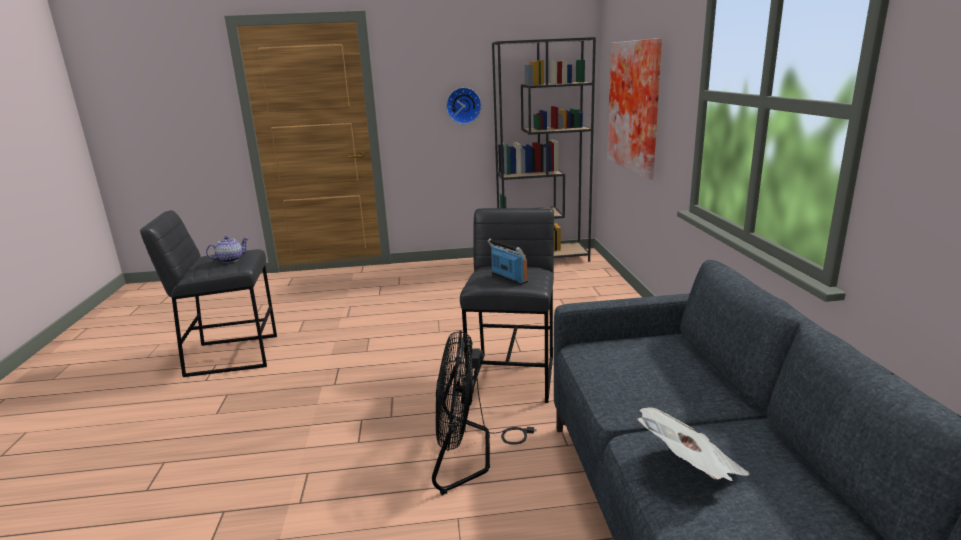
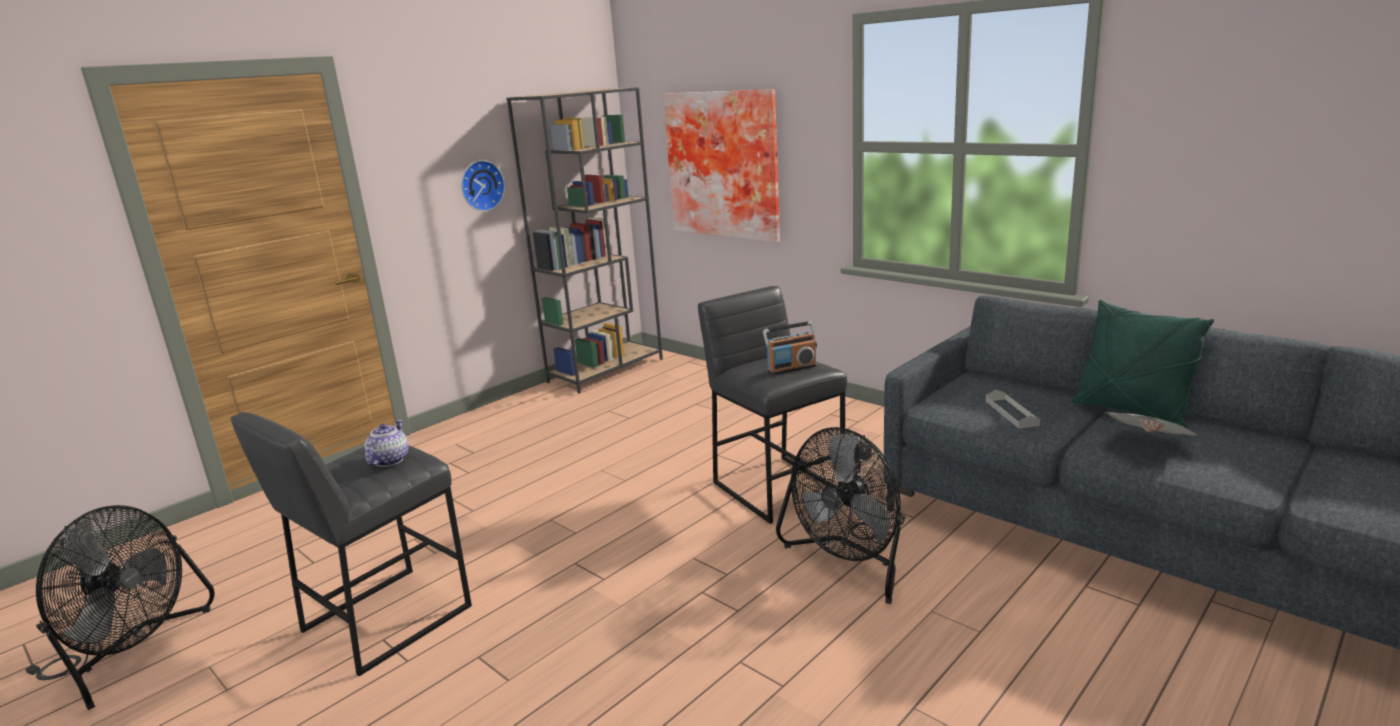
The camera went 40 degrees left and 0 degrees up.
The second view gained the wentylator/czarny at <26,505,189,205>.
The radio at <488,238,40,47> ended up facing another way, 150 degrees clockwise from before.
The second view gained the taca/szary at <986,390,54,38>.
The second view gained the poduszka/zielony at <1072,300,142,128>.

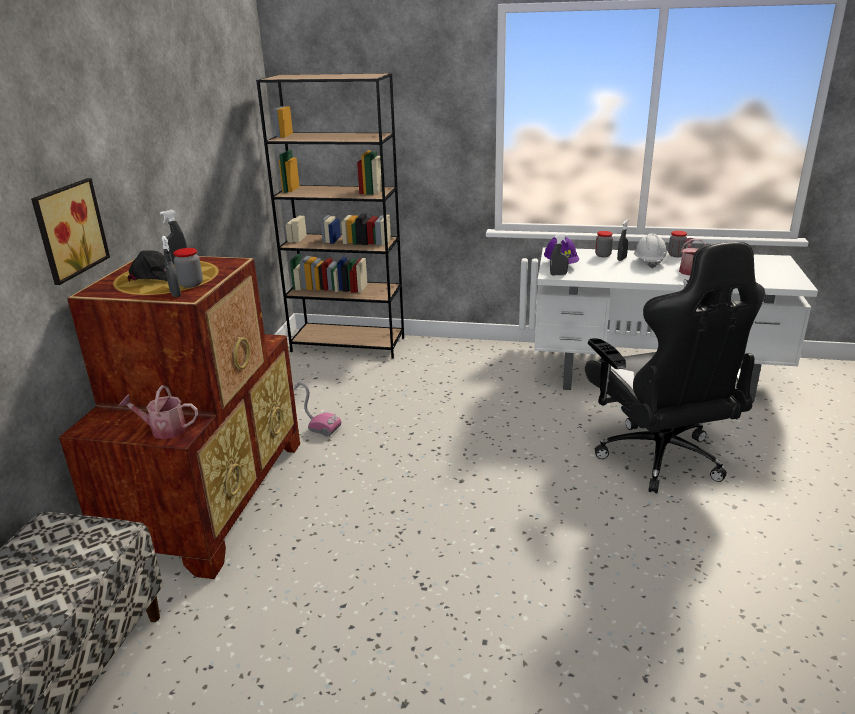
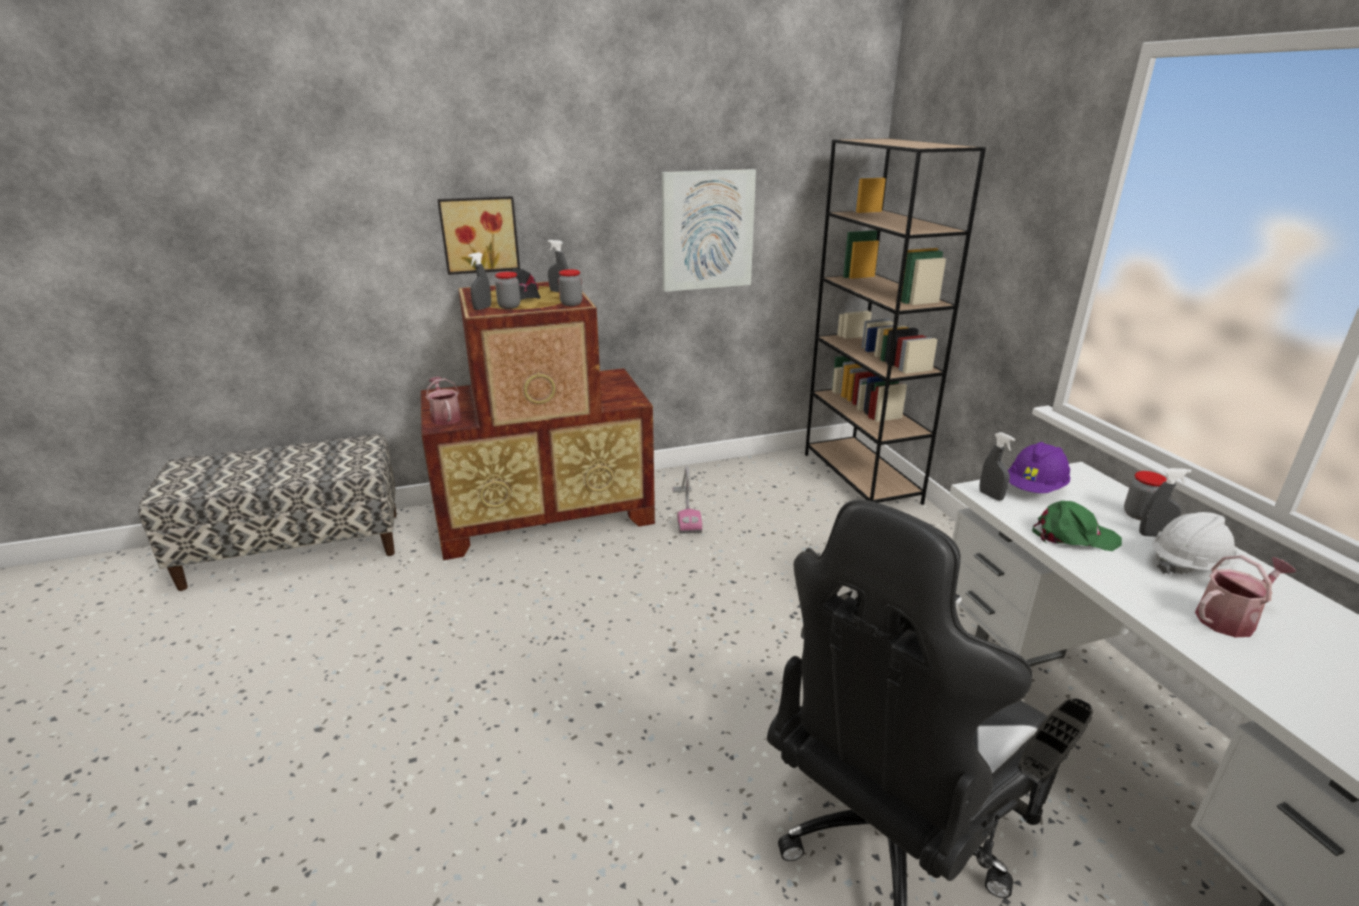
The camera went 60 degrees right and 0 degrees up.
The słoik ended up elsewhere, having gone from <668,231,19,26> to <558,269,24,37>.
The second view gained the obraz at <662,169,94,123>.
The second view gained the czapka z daszkiem/zielony at <1032,501,90,50>.

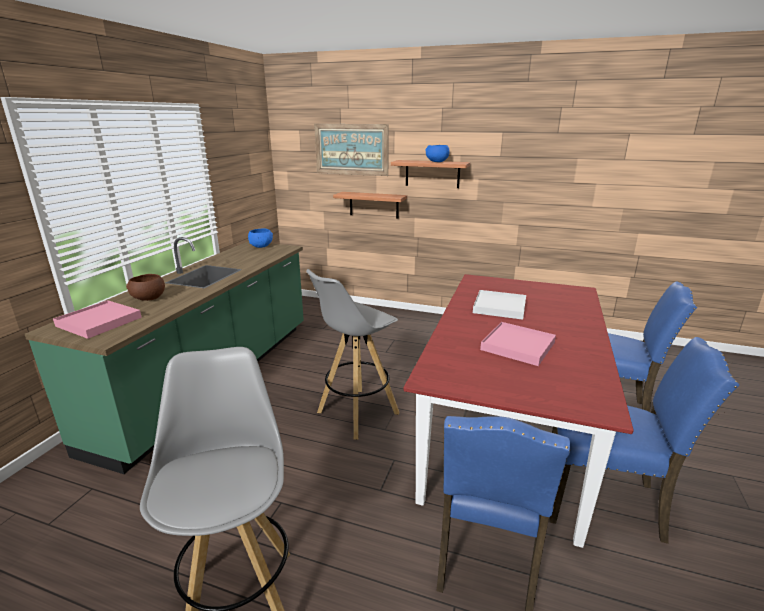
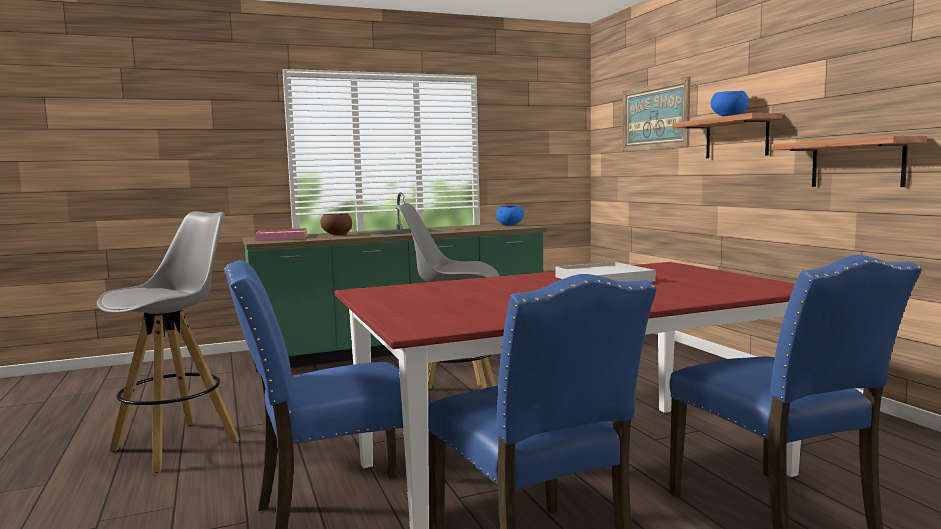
The camera went 50 degrees right and 15 degrees down.
The półka ended up elsewhere, having gone from <333,192,74,27> to <771,136,156,51>.
The second view lost the taca/różowy at <480,322,76,44>.

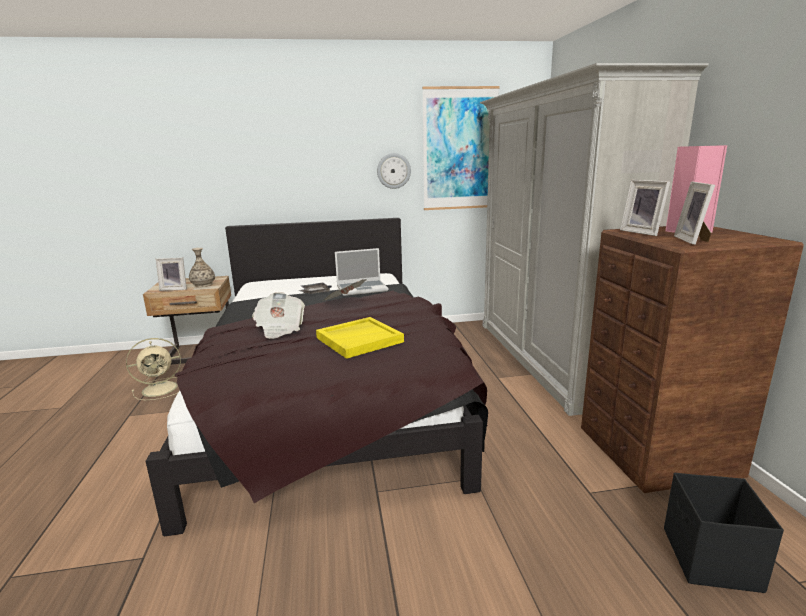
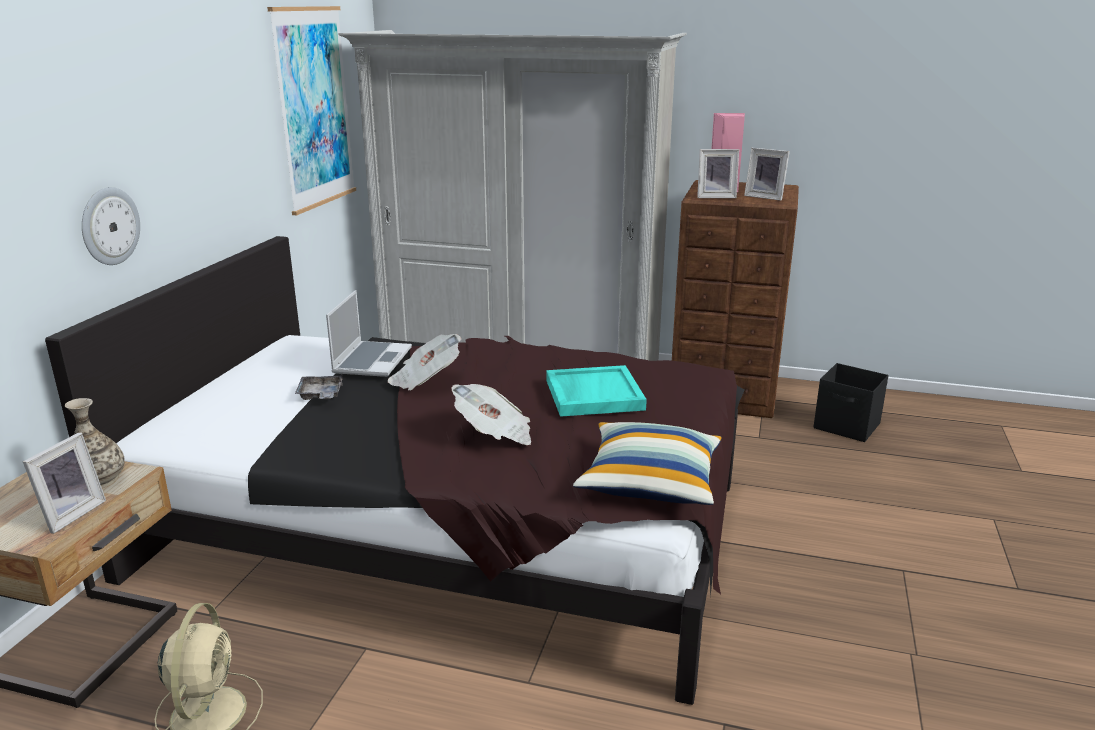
The camera went 65 degrees left and 5 degrees up.
The zegar ścienny ended up elsewhere, having gone from <377,153,34,36> to <82,187,58,78>.
What was the taca/żółty at <316,317,88,42> turned into the taca/turkusowy at <546,365,101,52>.
The second view gained the poduszka at <573,422,149,83>.

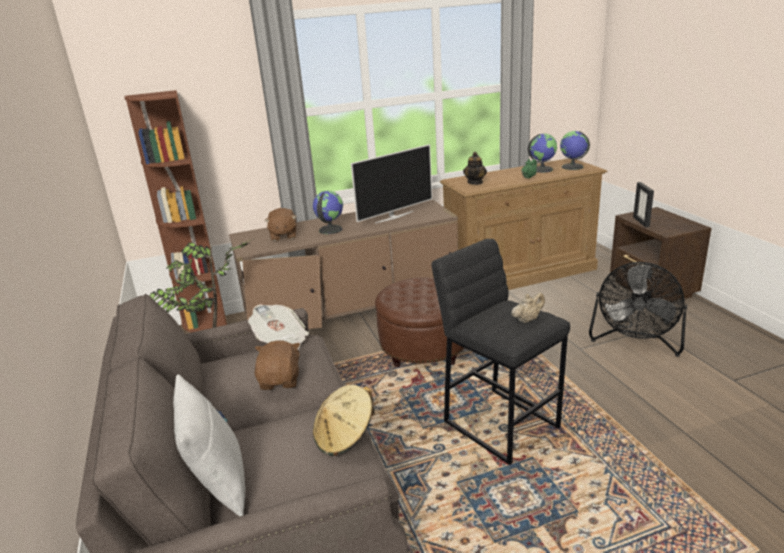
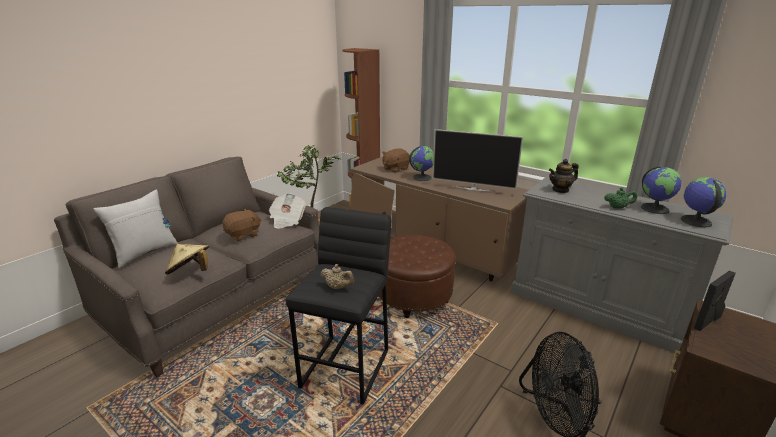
The camera went 55 degrees right and 0 degrees up.
What was the szafka/brązowy at <440,158,167,132> turned into the szafka/szary at <511,177,222,176>.

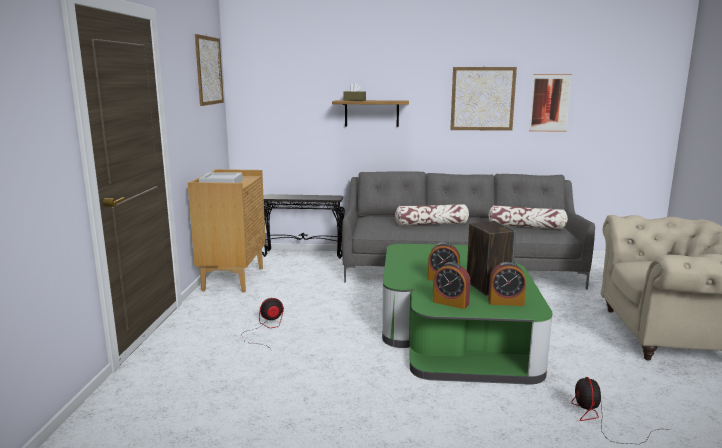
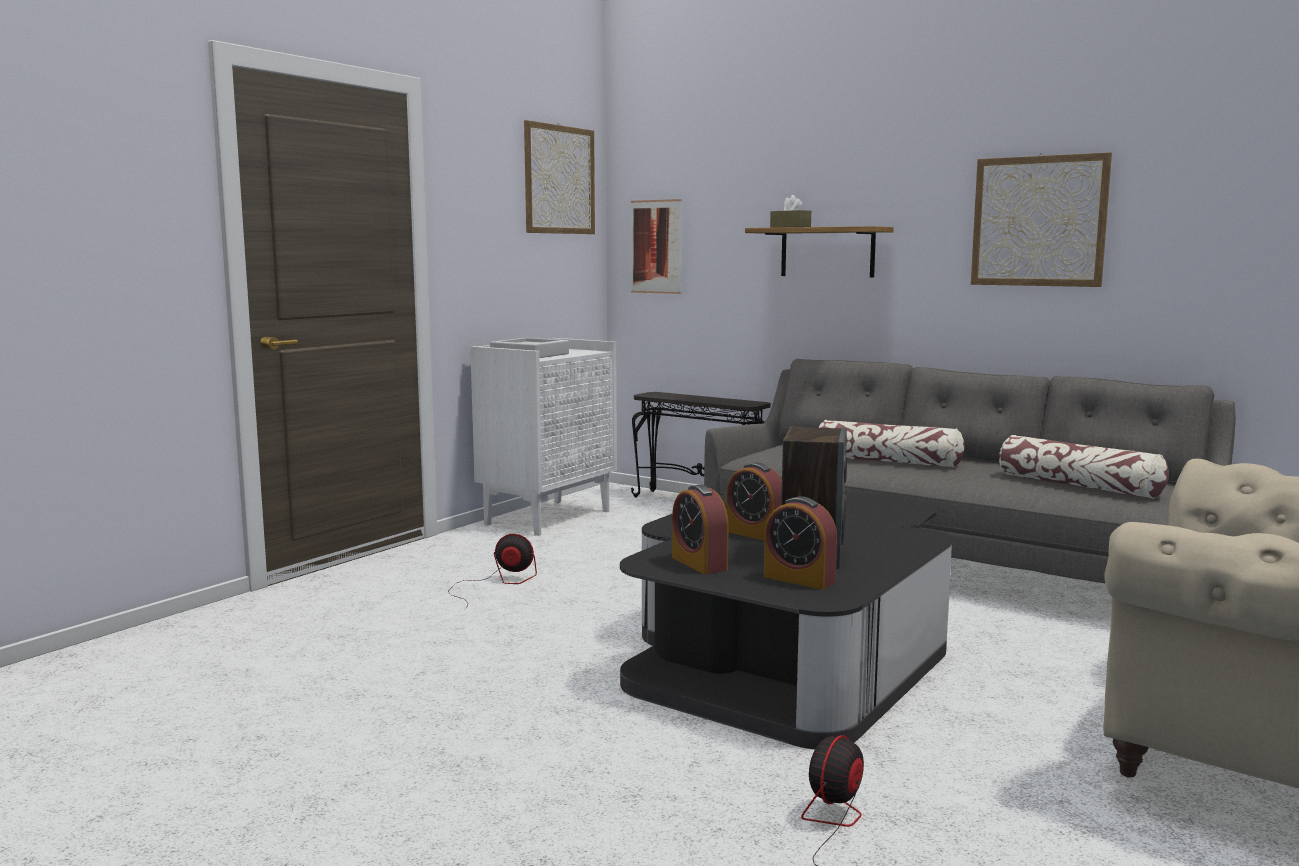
The camera went 30 degrees right and 5 degrees down.
What was the szafka/brązowy at <188,169,78,123> turned into the szafka/biały at <470,338,147,198>.
What was the ława/zielony at <382,244,170,141> turned into the ława/czarny at <620,491,332,258>.
The obraz ended up elsewhere, having gone from <529,74,43,58> to <631,199,51,95>.

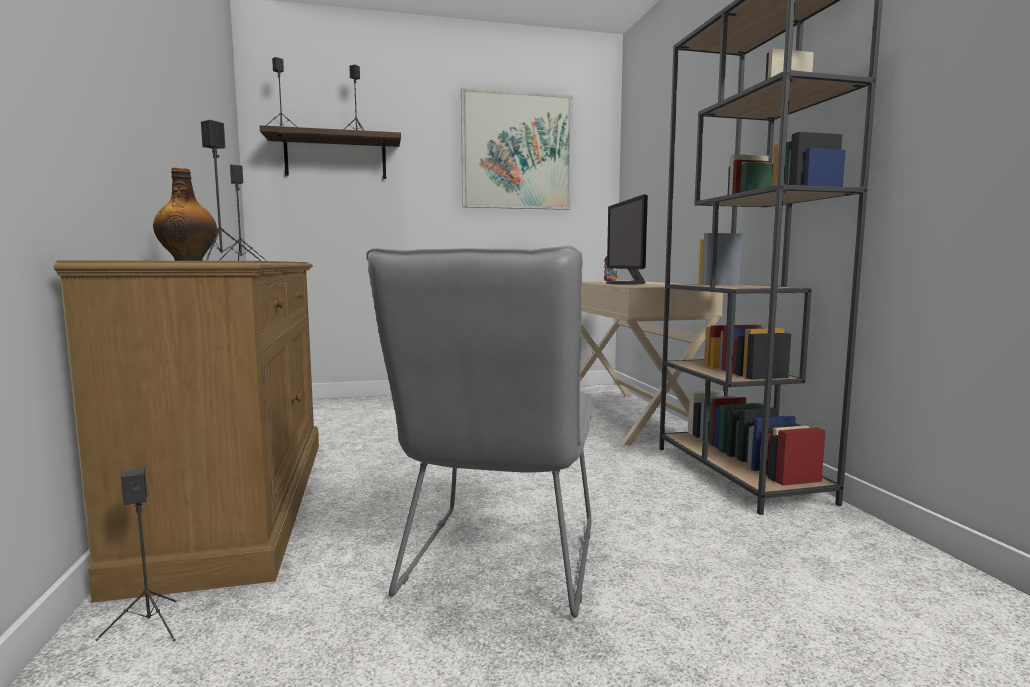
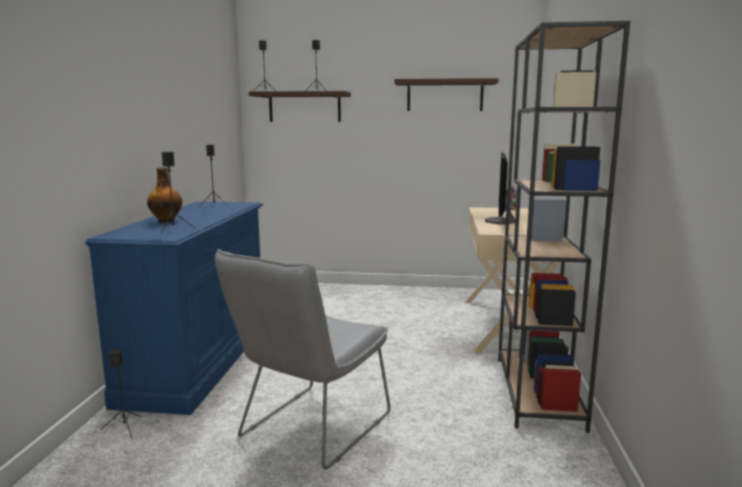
The camera went 20 degrees right and 5 degrees up.
What was the szafka/brązowy at <53,261,266,342> turned into the szafka/niebieski at <85,201,178,214>.
Where the obraz hung at <461,88,112,122>, the półka came to hang at <395,78,103,33>.

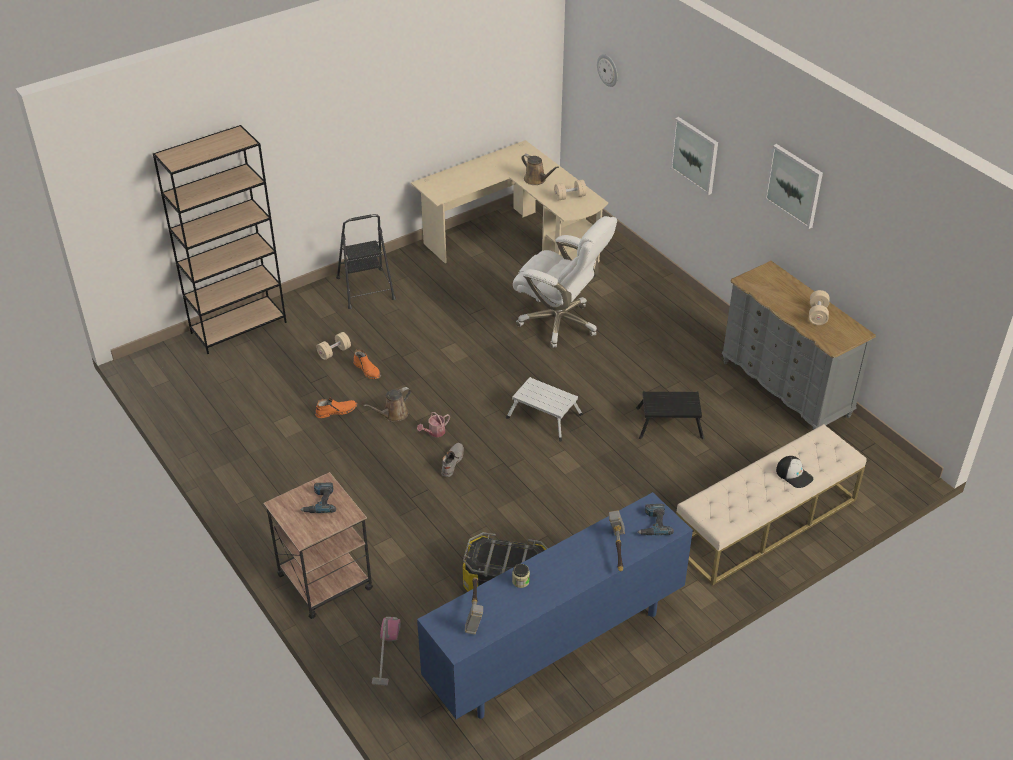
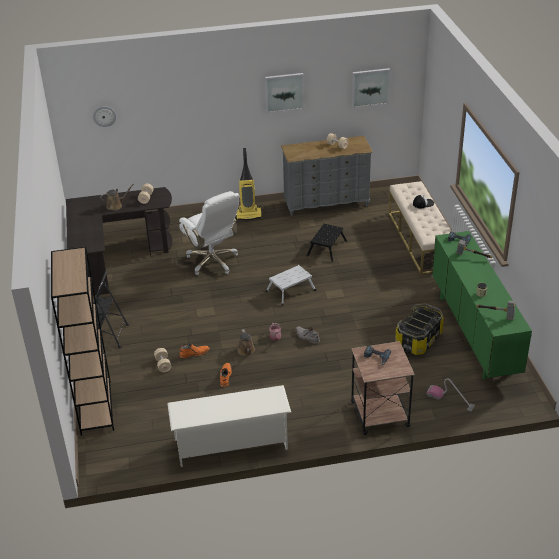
The camera went 65 degrees left and 5 degrees down.
What was the biurko/beżowy at <411,140,197,123> turned into the biurko/czarny at <66,187,107,109>.
The second view gained the regał na buty/biały at <167,385,124,82>.
The krzesło biurowe/biały at <513,216,104,132> ended up facing another way, 90 degrees clockwise from before.
The second view gained the odkurzacz at <236,148,26,72>.
The obraz ended up elsewhere, having gone from <670,117,48,78> to <352,68,39,40>.
What was the szafka/niebieski at <417,492,276,227> turned into the szafka/zielony at <432,231,100,148>.

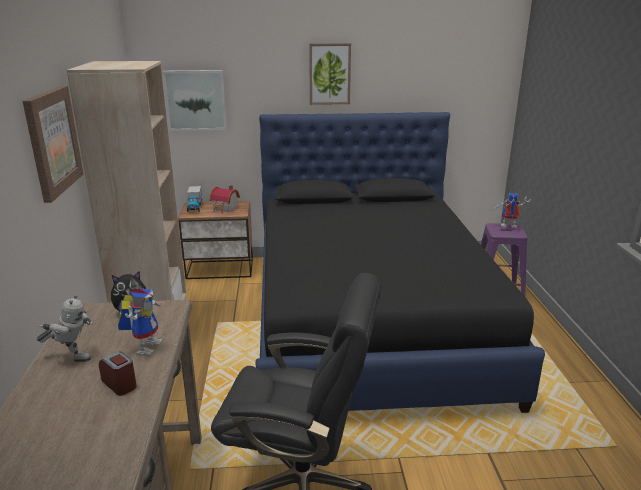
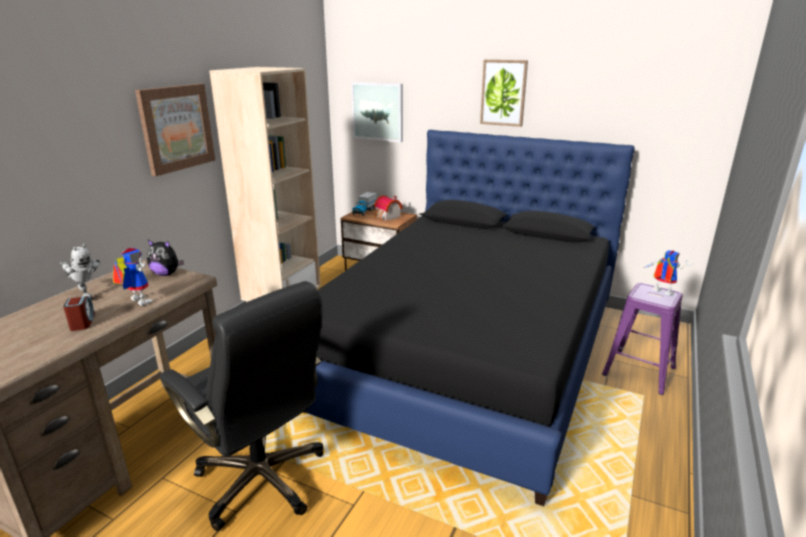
The camera went 30 degrees right and 0 degrees up.
The robot zabawkowy at <118,289,44,67> ended up facing another way, 90 degrees counterclockwise from before.

